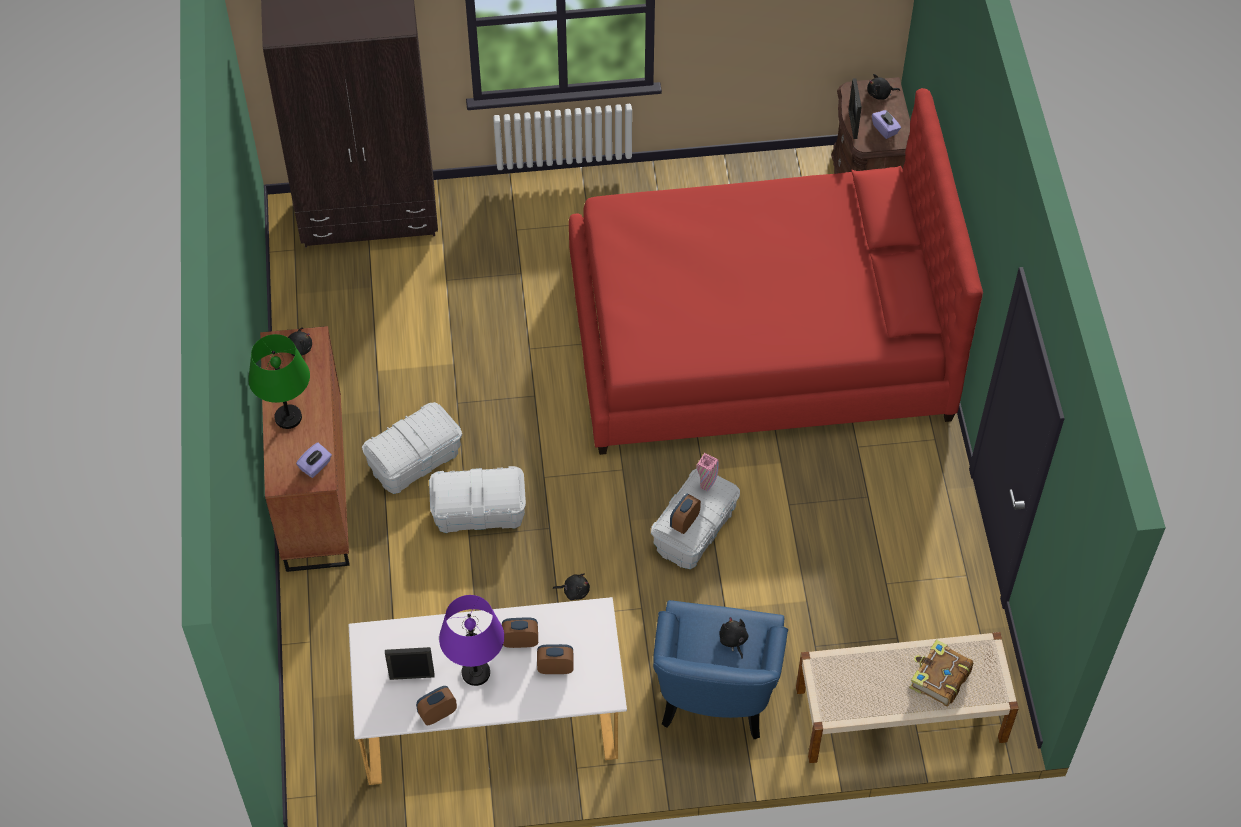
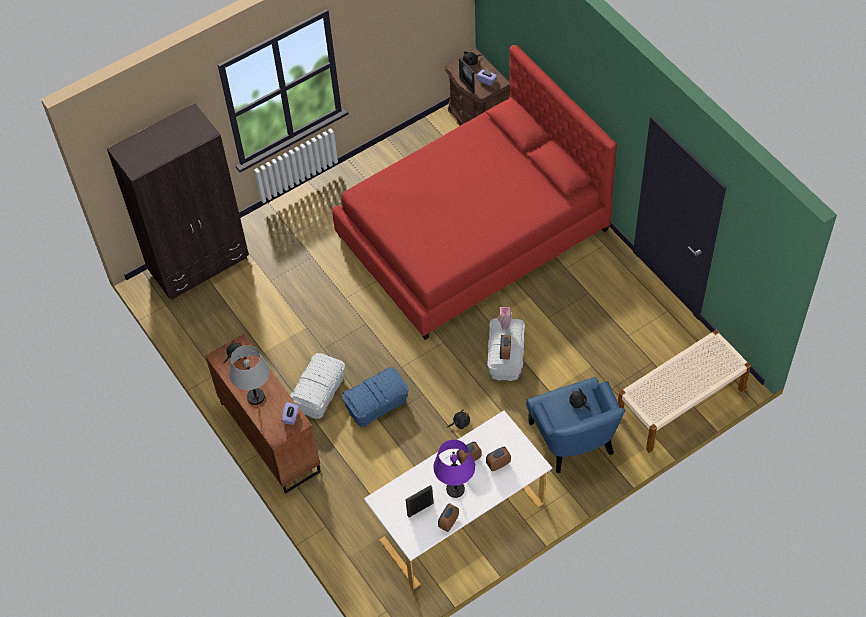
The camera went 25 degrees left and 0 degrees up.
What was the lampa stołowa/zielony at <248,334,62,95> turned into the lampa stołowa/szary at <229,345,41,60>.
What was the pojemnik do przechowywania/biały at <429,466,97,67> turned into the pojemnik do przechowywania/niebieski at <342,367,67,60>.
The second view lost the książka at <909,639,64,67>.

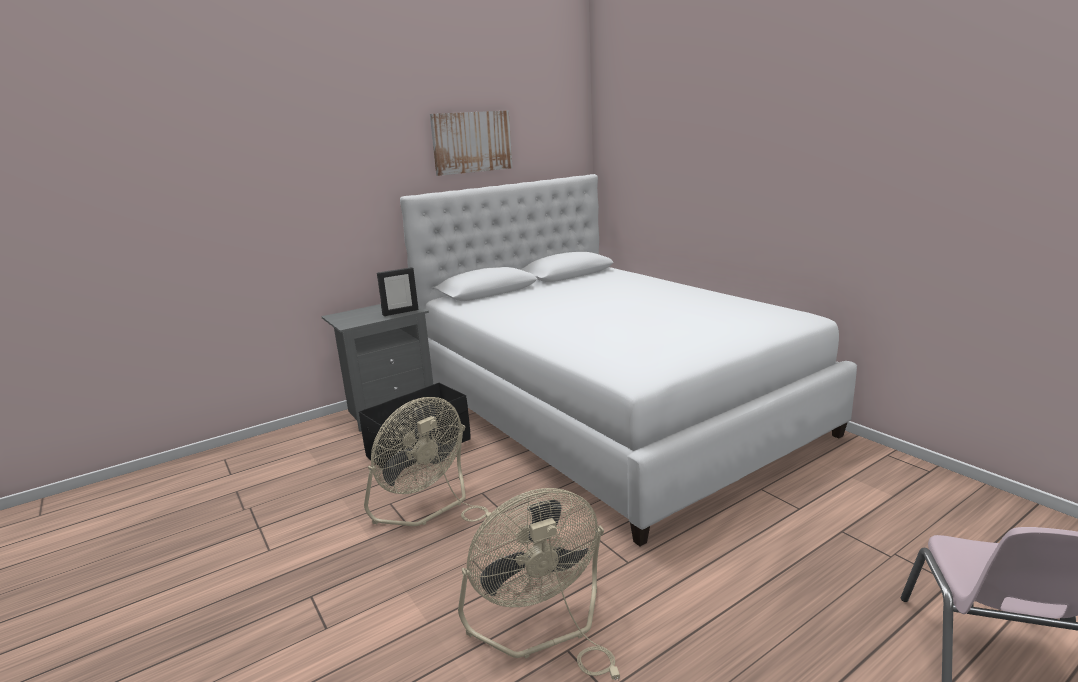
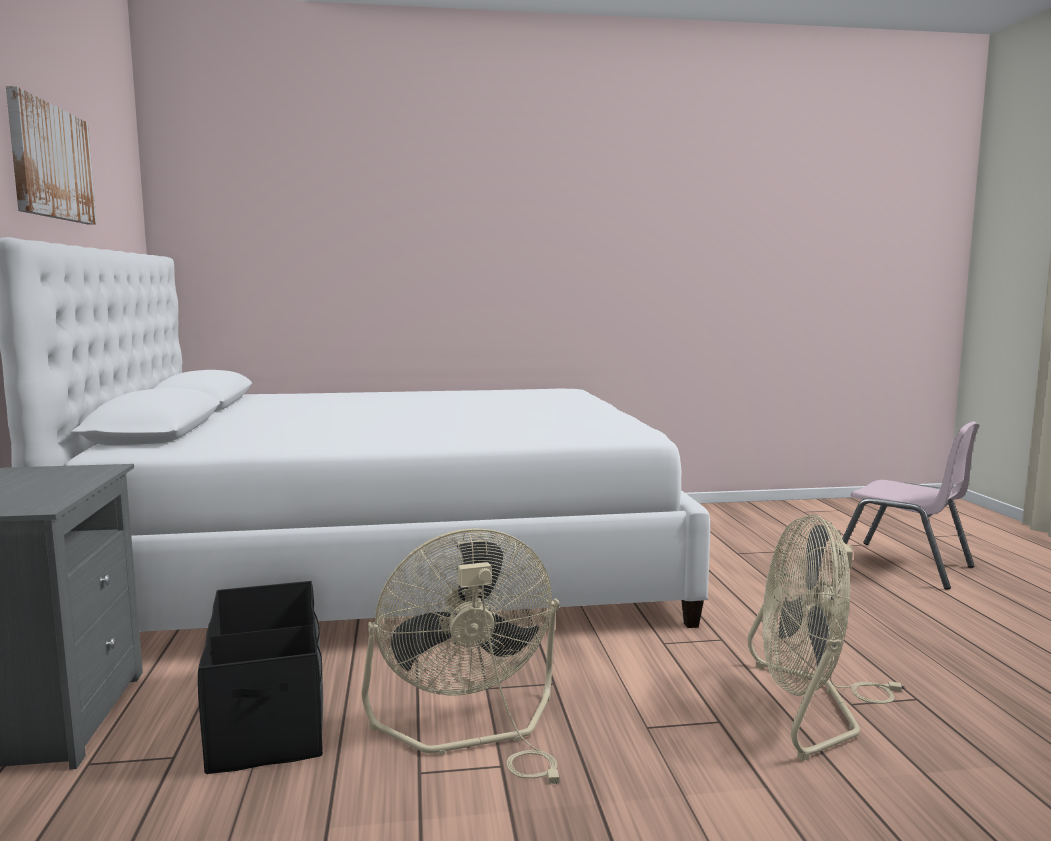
The camera went 65 degrees left and 10 degrees down.
The wentylator/beżowy at <364,397,130,129> ended up facing another way, 90 degrees clockwise from before.
The second view lost the ramka na zdjęcie at <377,267,42,49>.

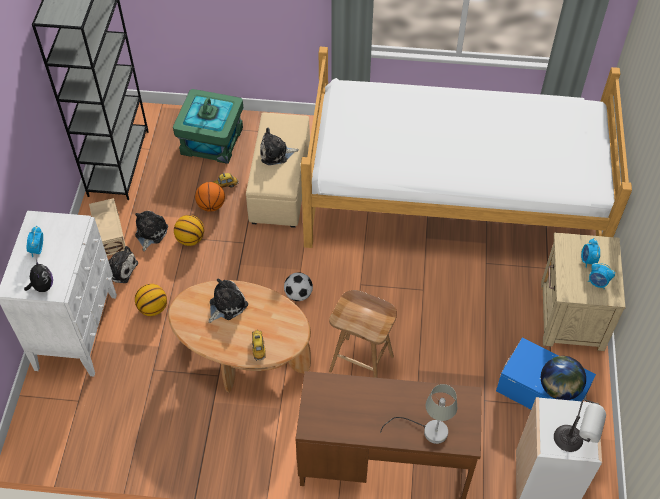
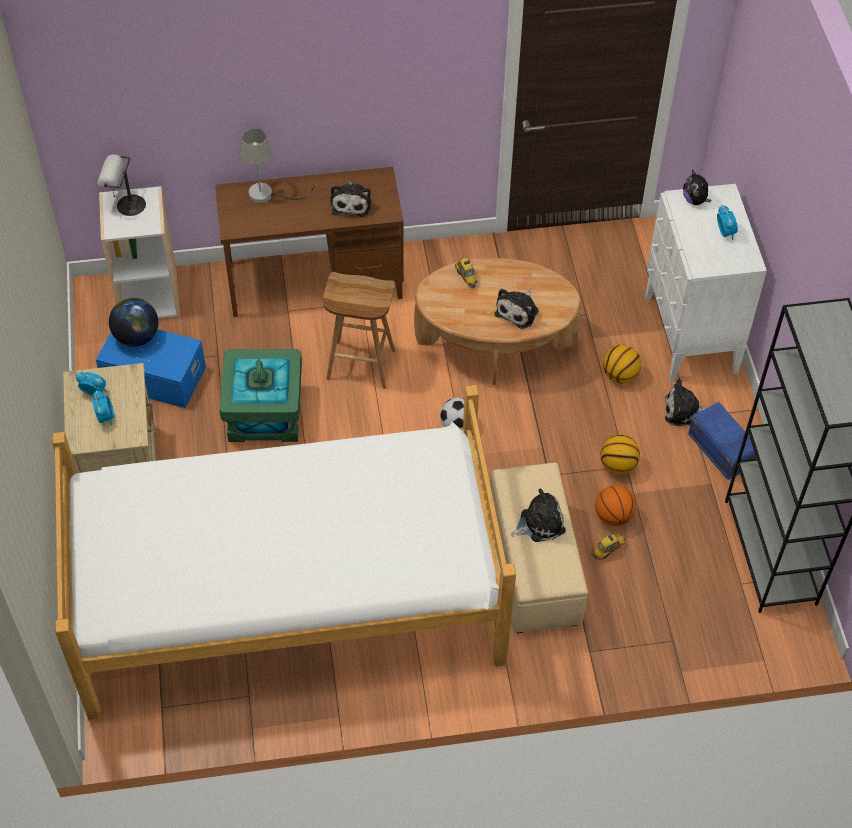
The camera went 165 degrees right and 0 degrees up.
The pojemnik do przechowywania/zielony ended up elsewhere, having gone from <173,89,71,75> to <219,349,83,93>.
The pluszak ended up elsewhere, having gone from <135,211,33,40> to <330,182,41,35>.
What was the pojemnik do przechowywania/beżowy at <89,198,37,58> turned into the pojemnik do przechowywania/niebieski at <688,402,68,78>.

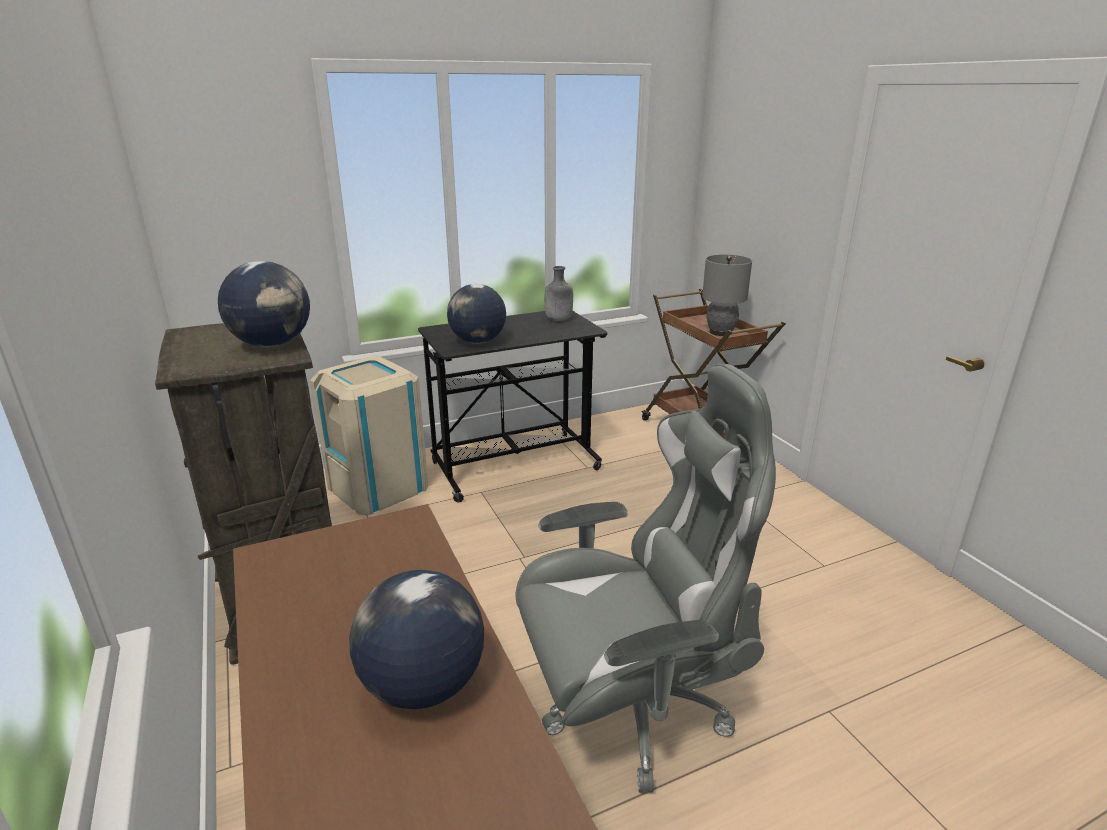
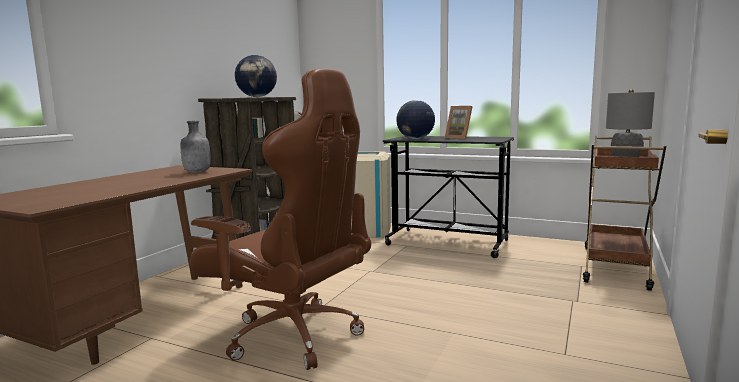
The camera went 50 degrees right and 15 degrees down.
The butelka/szary ended up elsewhere, having gone from <545,266,28,55> to <180,121,31,52>.
What was the krzesło biurowe/szary at <516,364,260,429> turned into the krzesło biurowe/brązowy at <190,68,181,302>.
The second view gained the ramka na zdjęcie at <445,106,27,33>.
The second view lost the globus at <349,570,135,139>.

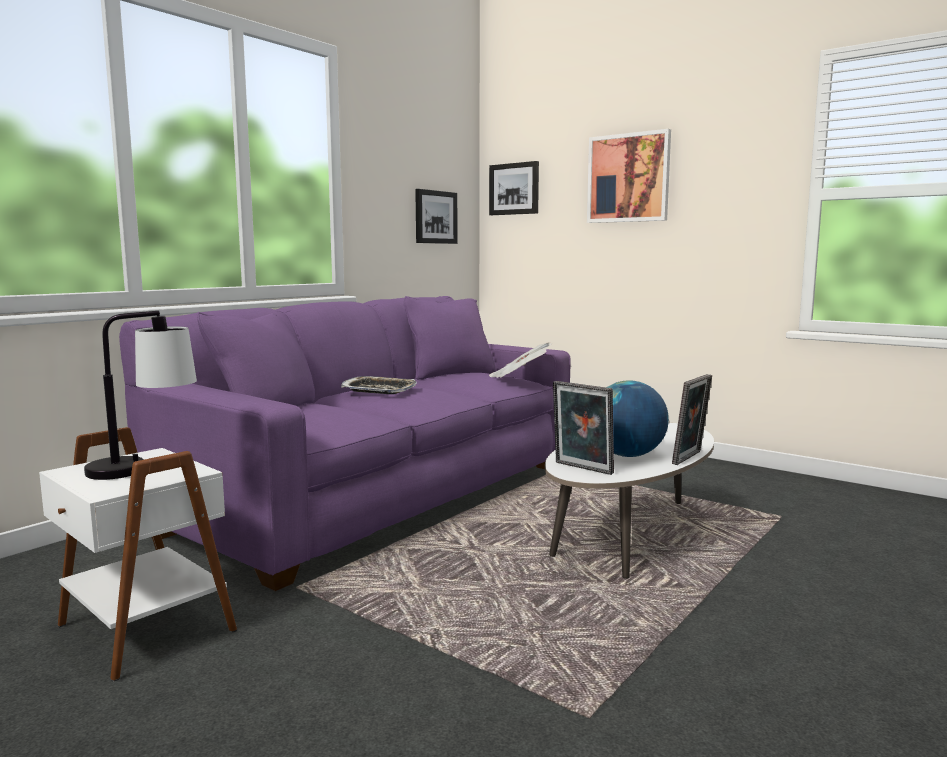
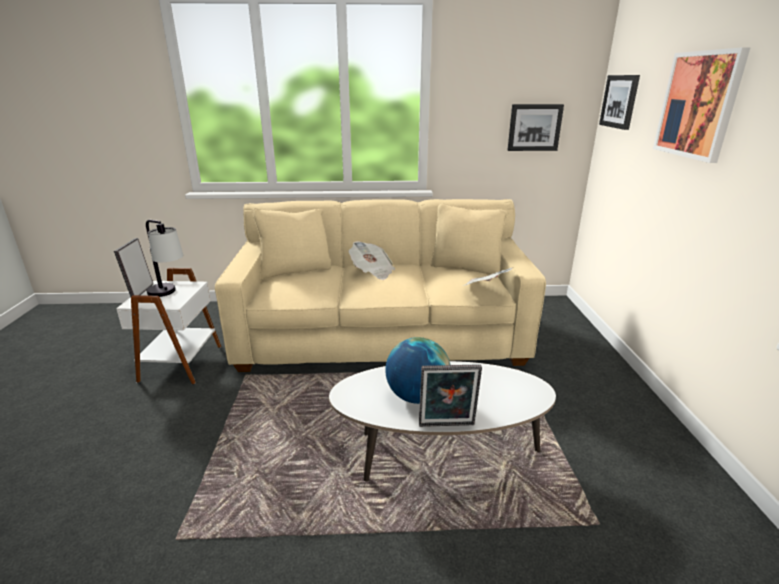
The camera went 50 degrees right and 15 degrees up.
The ramka na zdjęcie ended up elsewhere, having gone from <553,381,61,94> to <114,238,39,59>.
What was the kanapa/fioletowy at <119,296,452,295> turned into the kanapa/beżowy at <215,199,331,173>.
Where the taca stood at <341,376,76,18>, the gazeta came to stand at <349,241,47,39>.

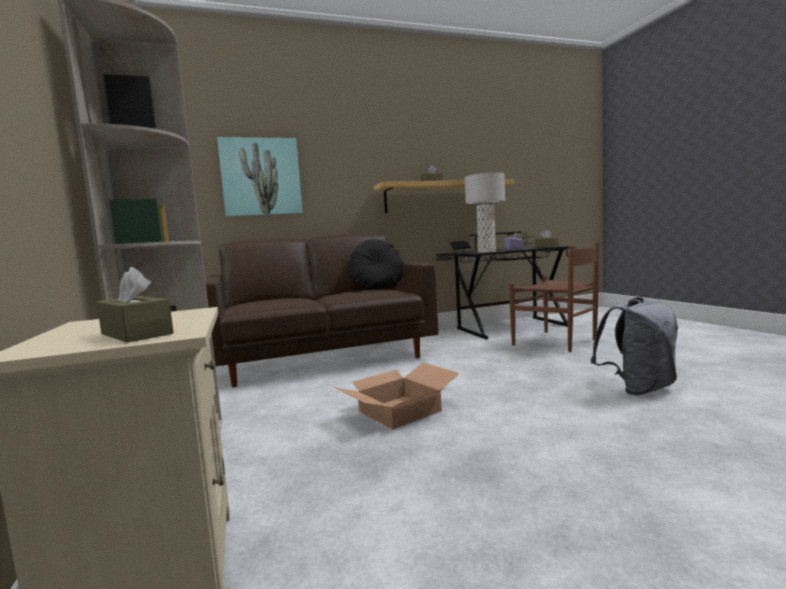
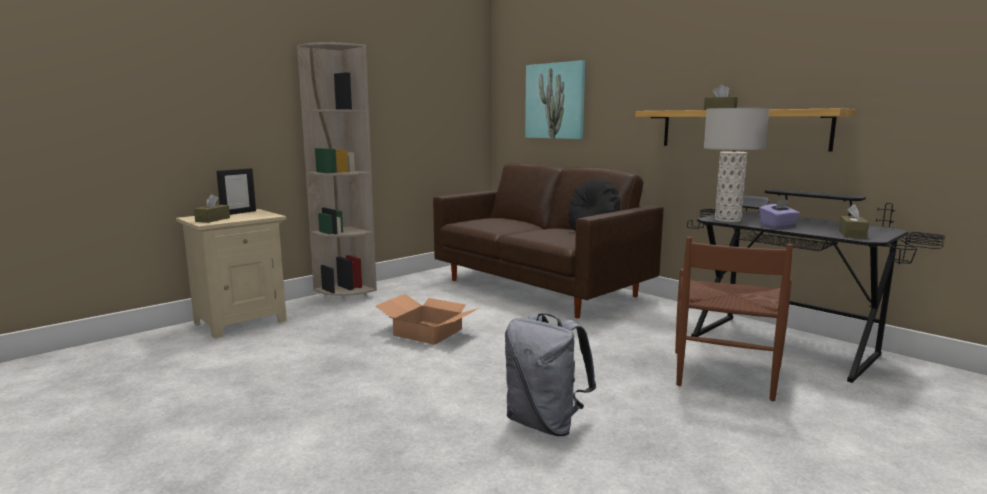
The camera went 65 degrees right and 5 degrees up.
The second view gained the ramka na zdjęcie at <216,168,40,47>.

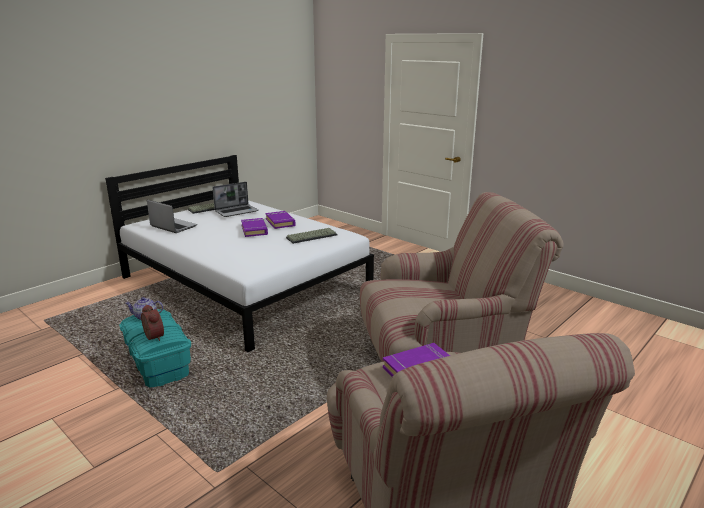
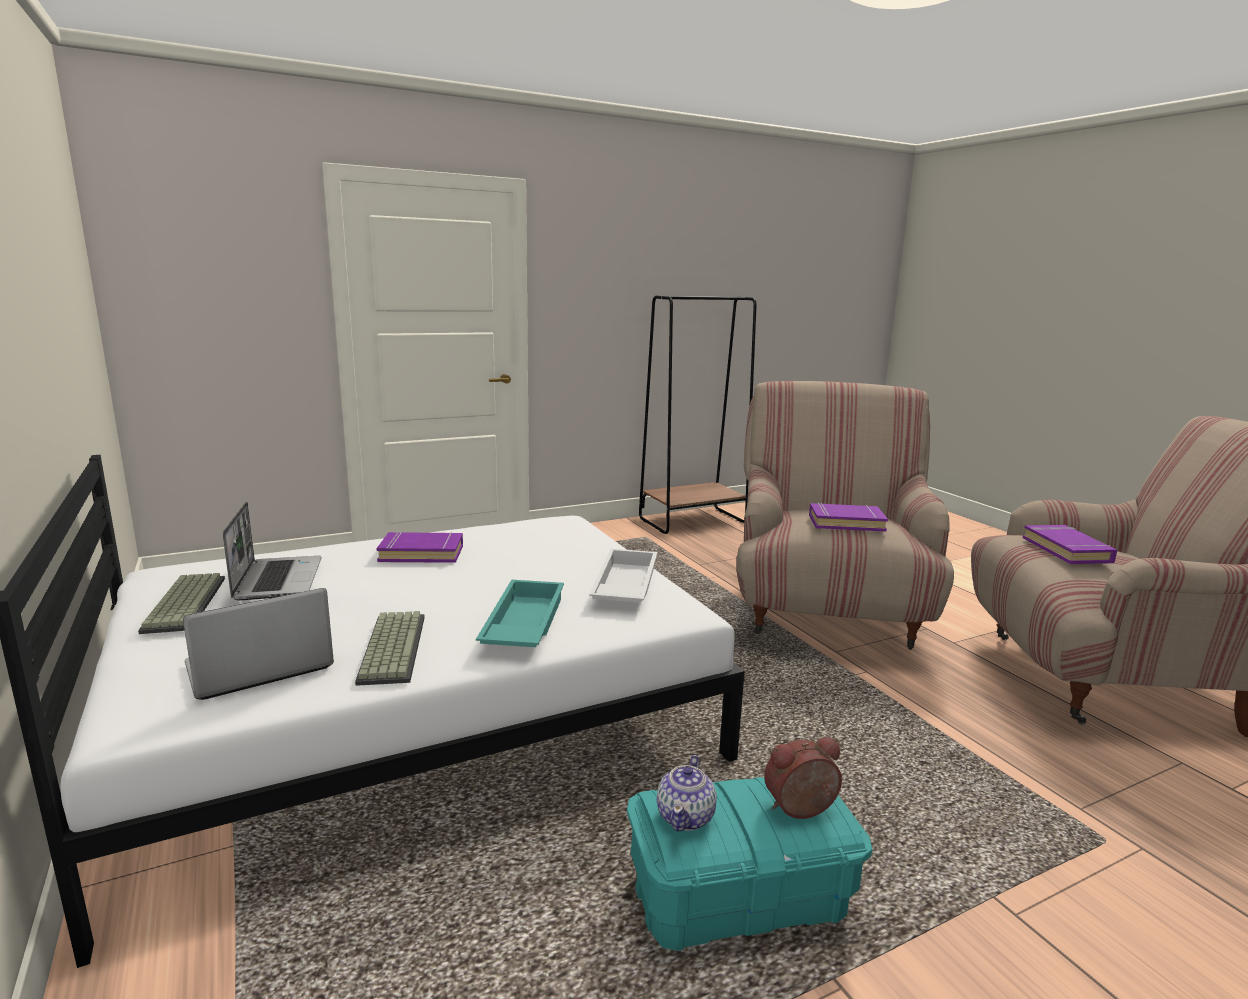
The camera went 70 degrees left and 5 degrees down.
The klawiatura ended up elsewhere, having gone from <286,228,52,16> to <355,611,70,75>.
The second view gained the taca/turkusowy at <476,580,88,67>.
The second view gained the taca/biały at <589,549,68,54>.
The second view gained the wieszak at <639,296,118,238>.
The książka/fioletowy ended up elsewhere, having gone from <241,218,27,19> to <809,503,79,29>.

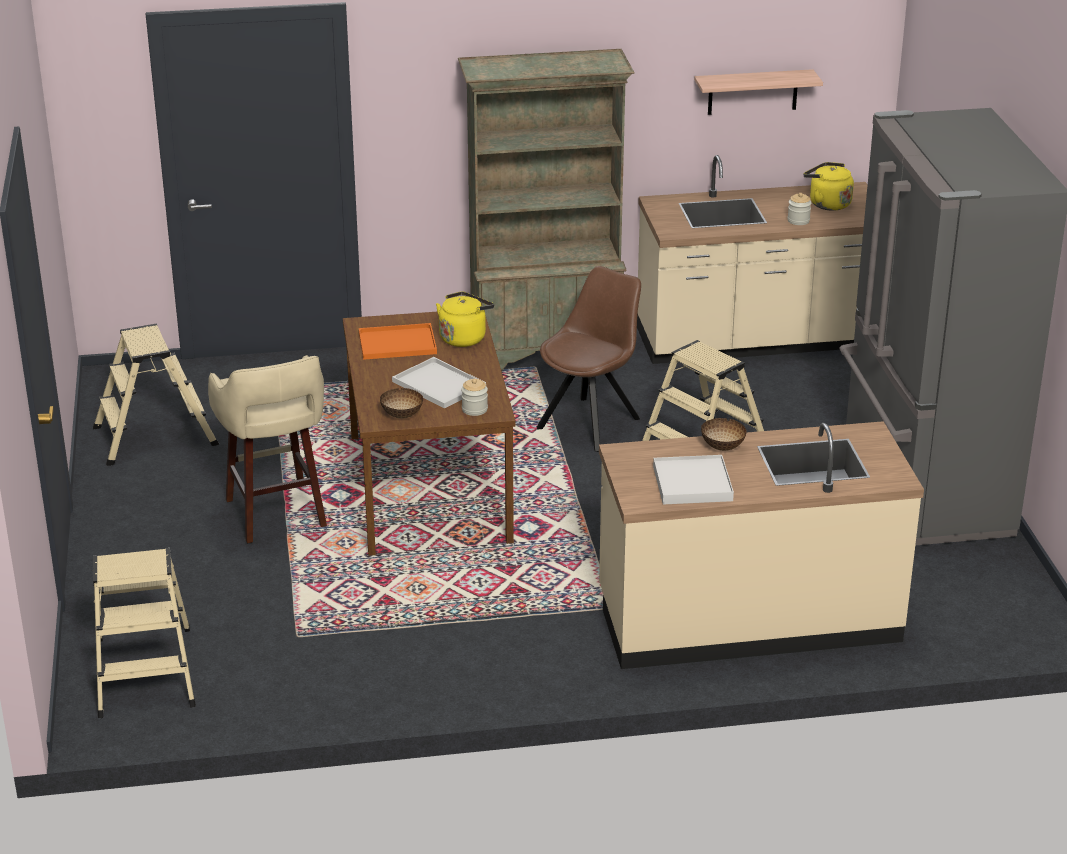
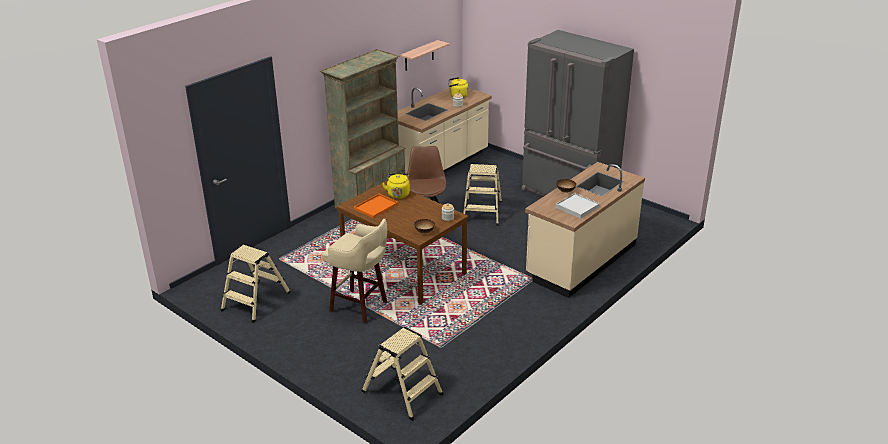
The camera went 40 degrees left and 0 degrees up.
The second view lost the taca/biały at <392,357,94,52>.

